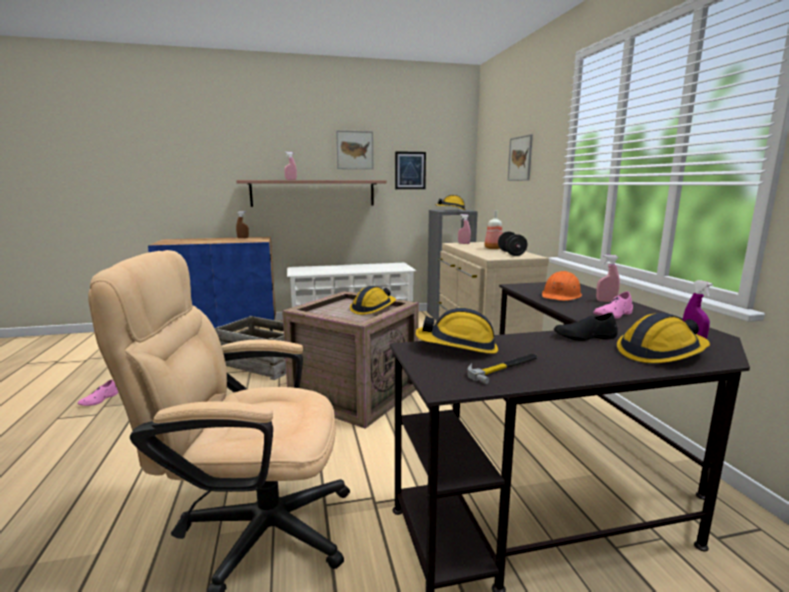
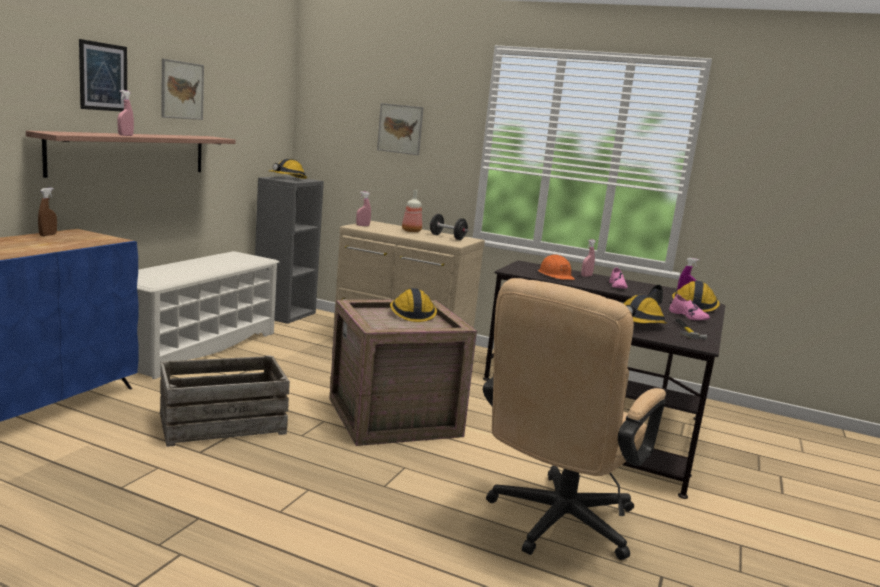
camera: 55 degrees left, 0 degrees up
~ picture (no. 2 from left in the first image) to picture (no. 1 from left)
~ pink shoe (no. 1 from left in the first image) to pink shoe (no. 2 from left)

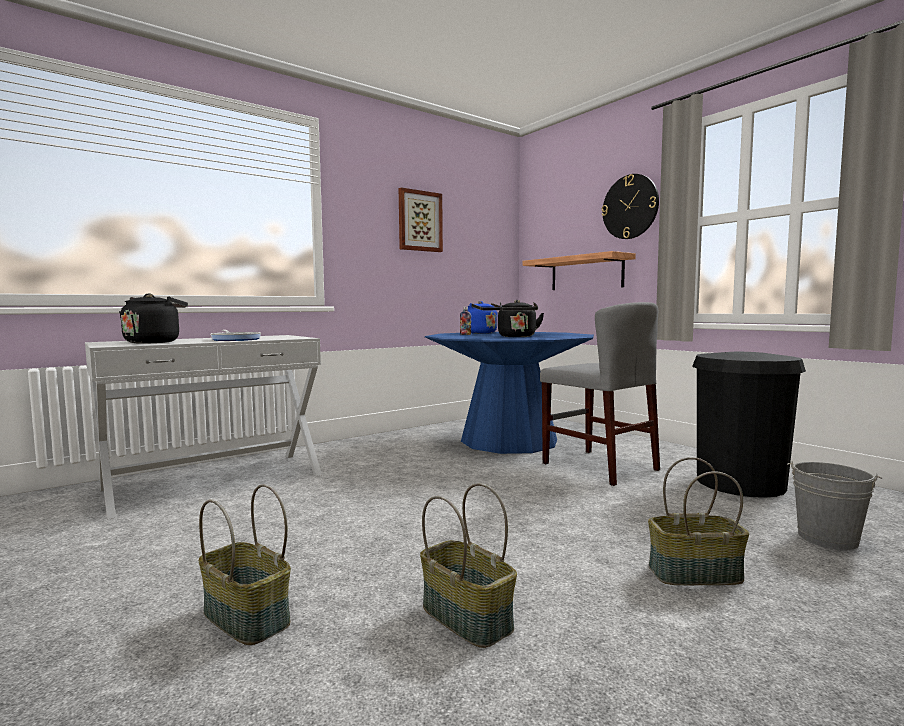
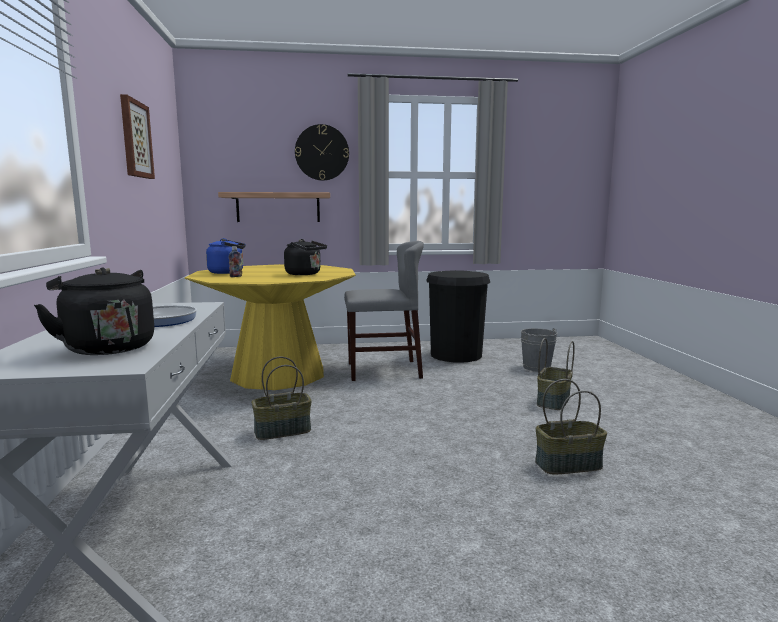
camera: 60 degrees left, 5 degrees up
~ blue dining table to yellow dining table
~ basket (no. 1 from left)

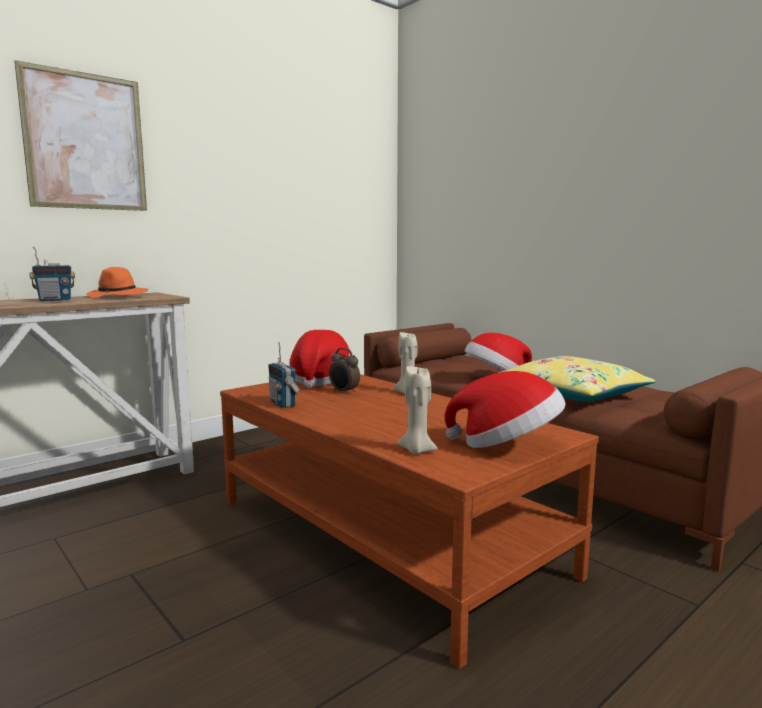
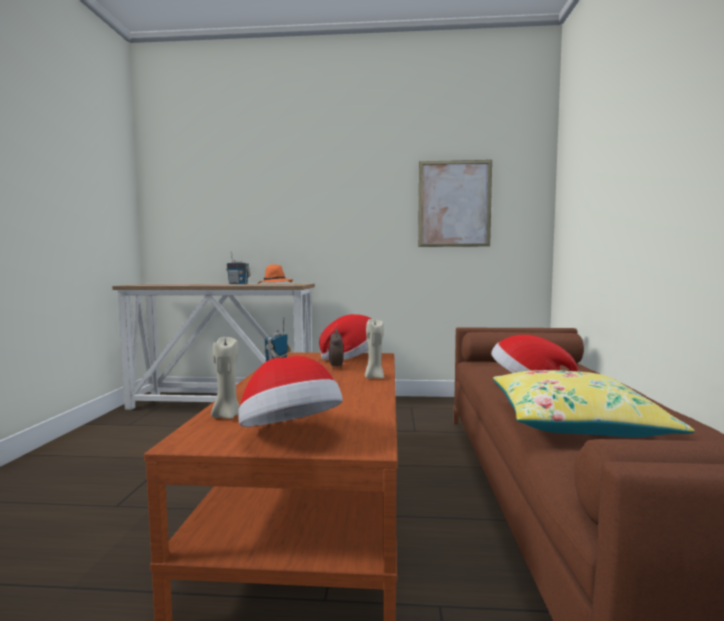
camera: 45 degrees right, 5 degrees down
~ picture

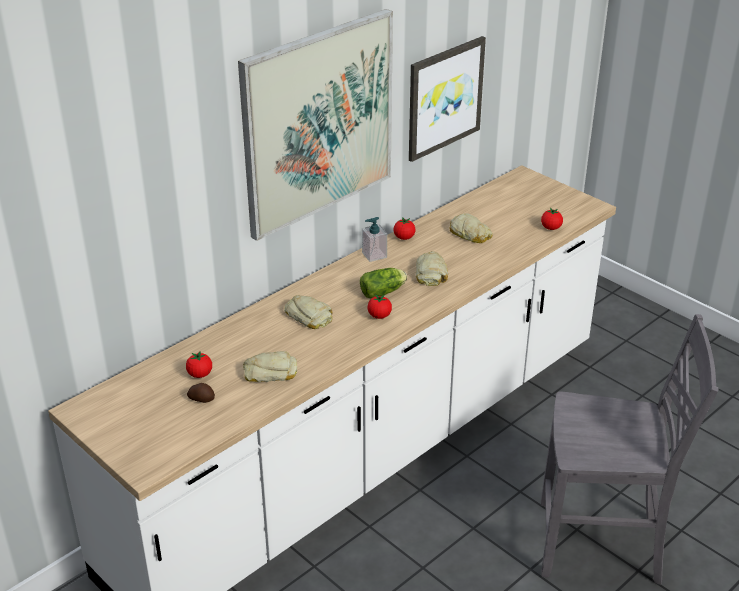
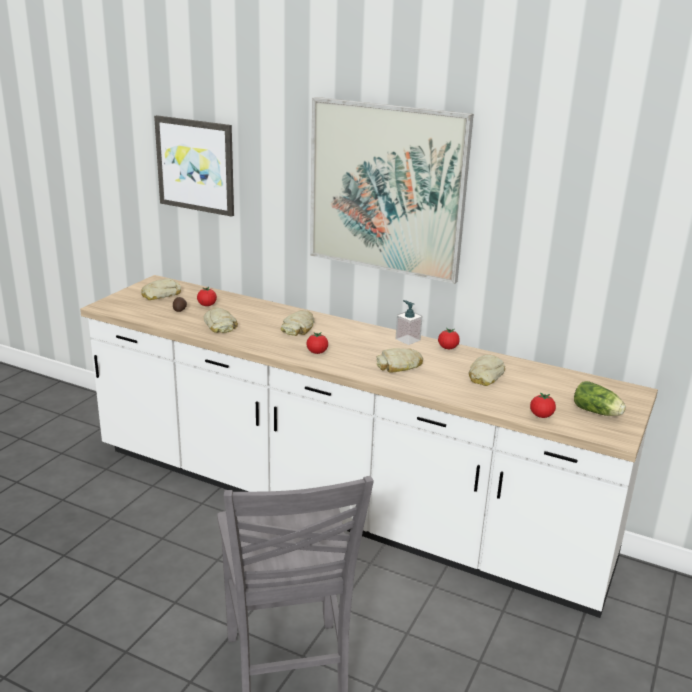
camera: 70 degrees right, 10 degrees down
+ bread (no. 1 from left)
~ picture (no. 2 from left in the first image) to picture (no. 1 from left)
~ lettuce

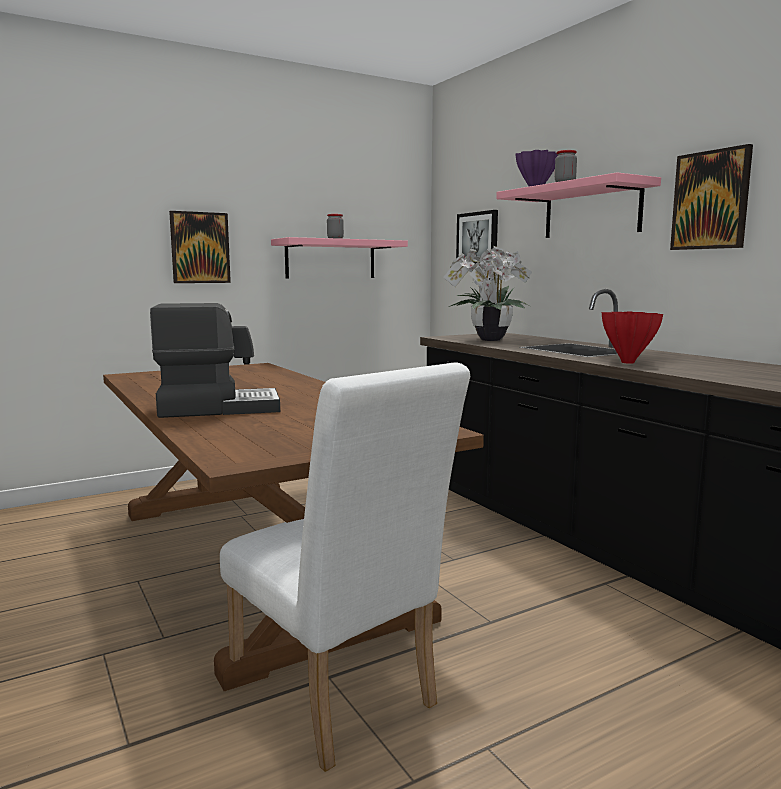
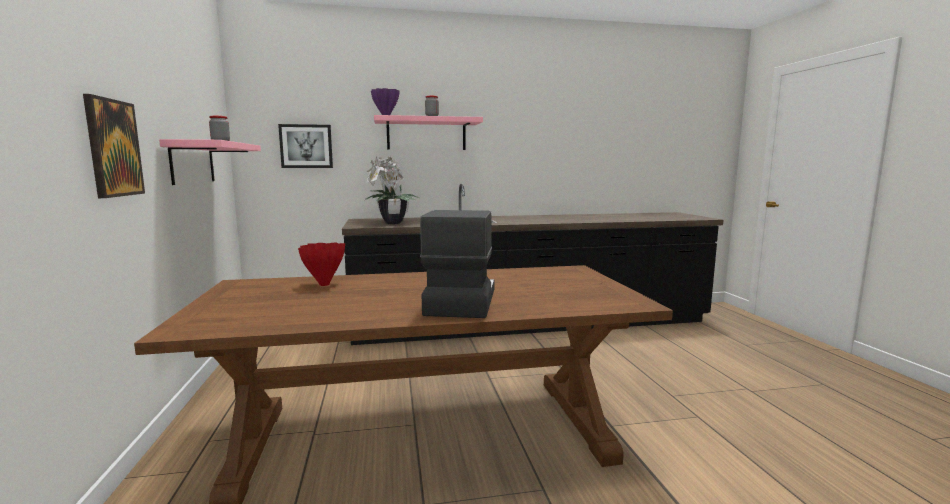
camera: 70 degrees left, 0 degrees up
~ red vase
- white chair
- picture (no. 3 from left)

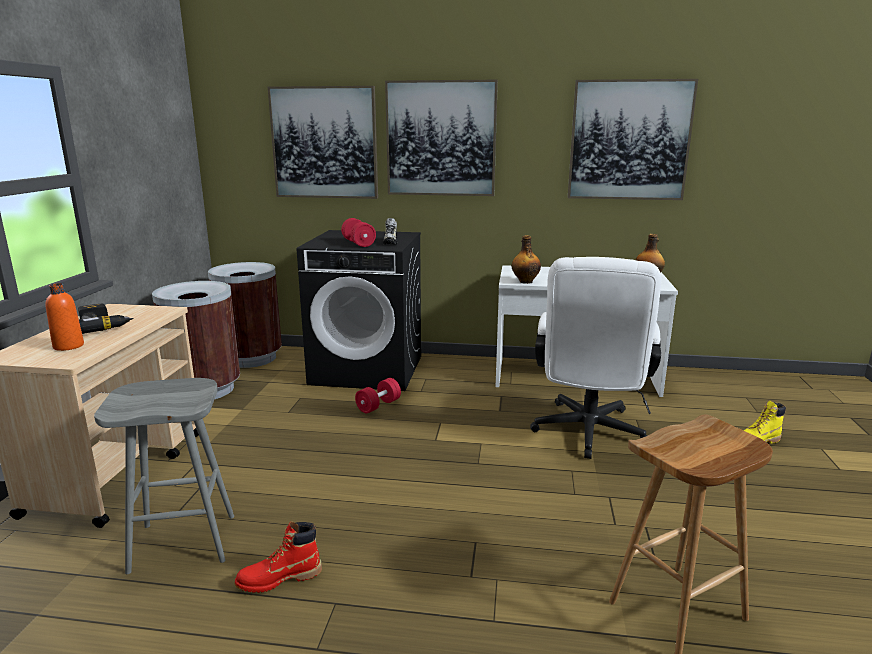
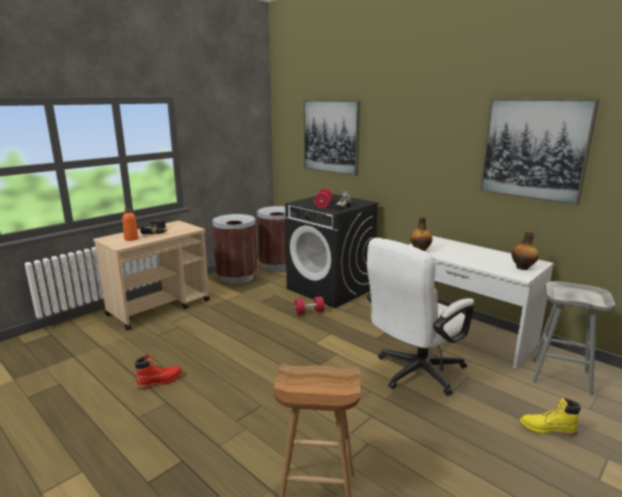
camera: 35 degrees right, 0 degrees up
~ red boot 135 degrees clockwise
~ grey stool
- picture (no. 2 from left)

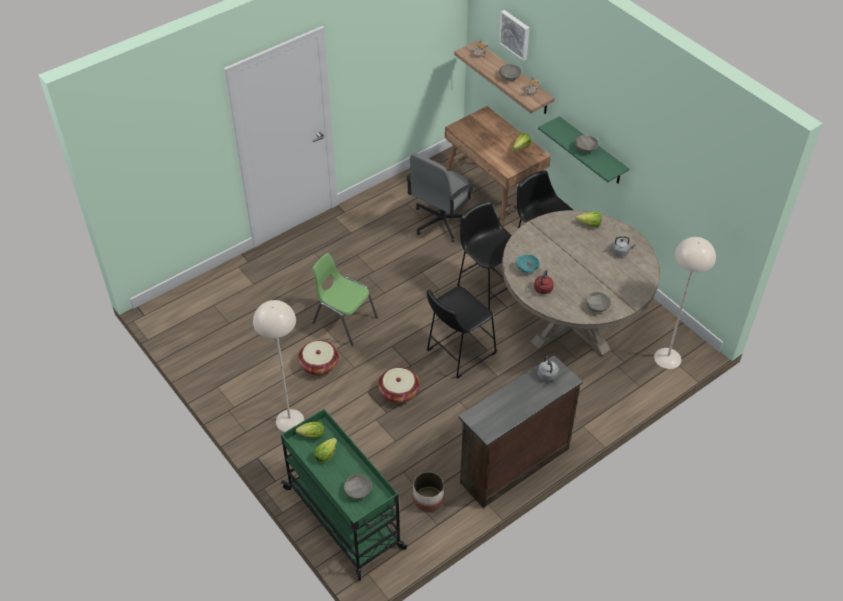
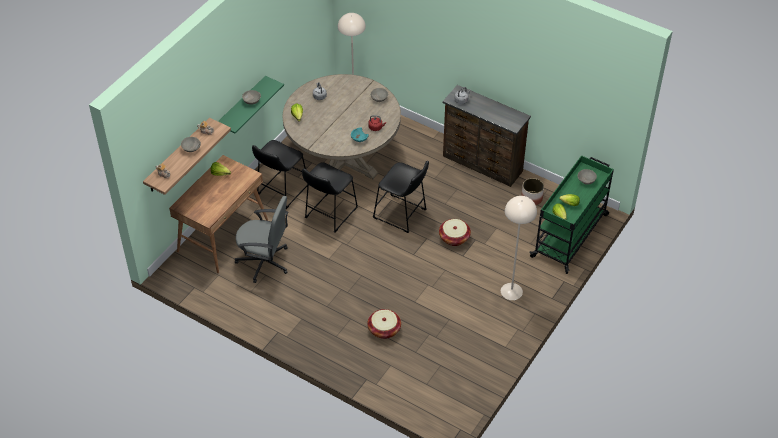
camera: 110 degrees left, 0 degrees up
~ basket (no. 1 from left)
- green chair
- picture

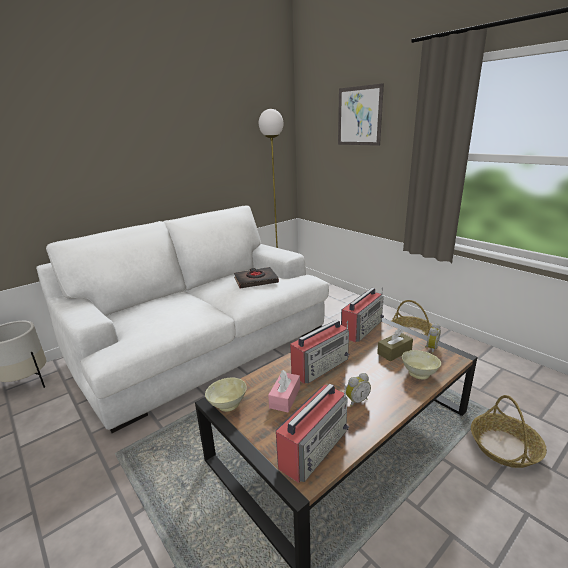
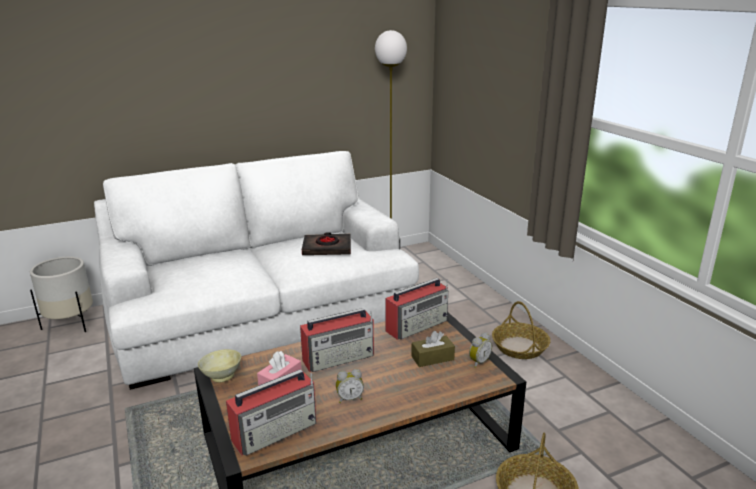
camera: 15 degrees right, 0 degrees up
- picture
- beige bowl (no. 2 from left)

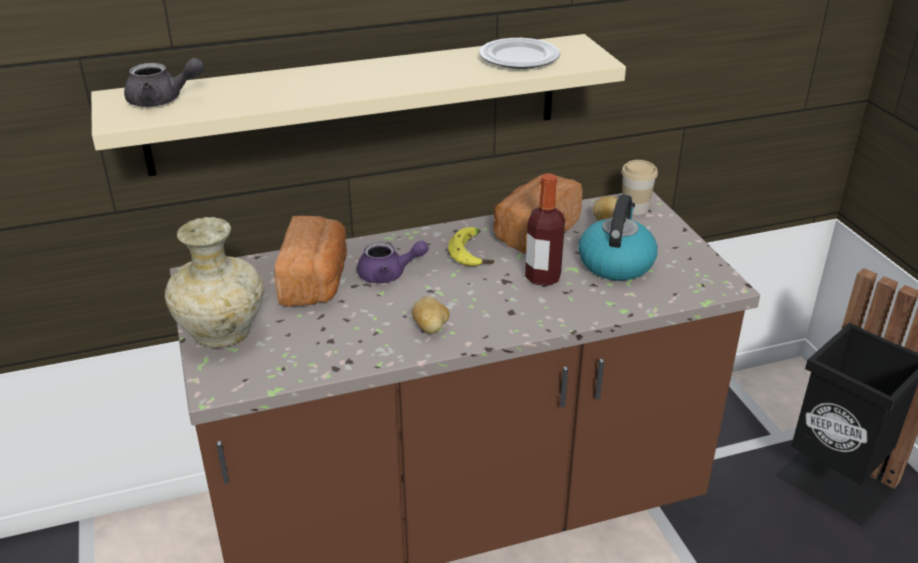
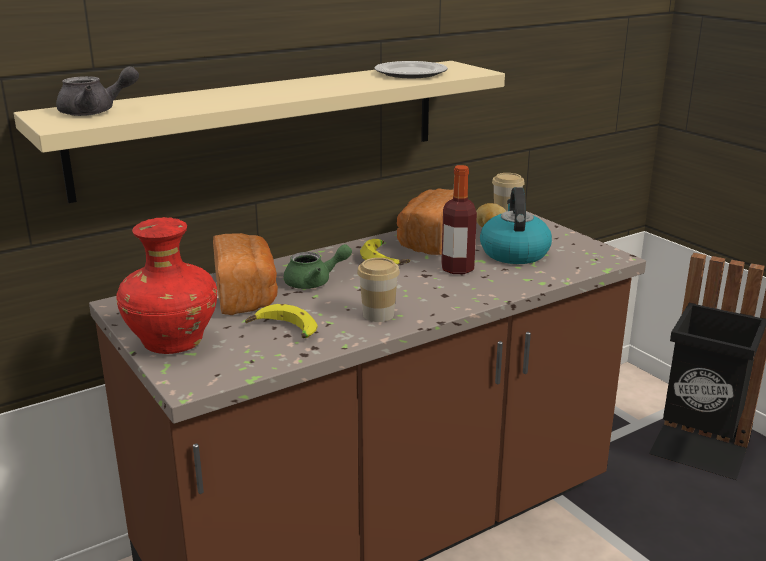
camera: 15 degrees left, 10 degrees down
~ beige vase to red vase
+ banana (no. 1 from left)
~ purple teapot to green teapot
~ potato (no. 1 from left) to cup (no. 1 from left)

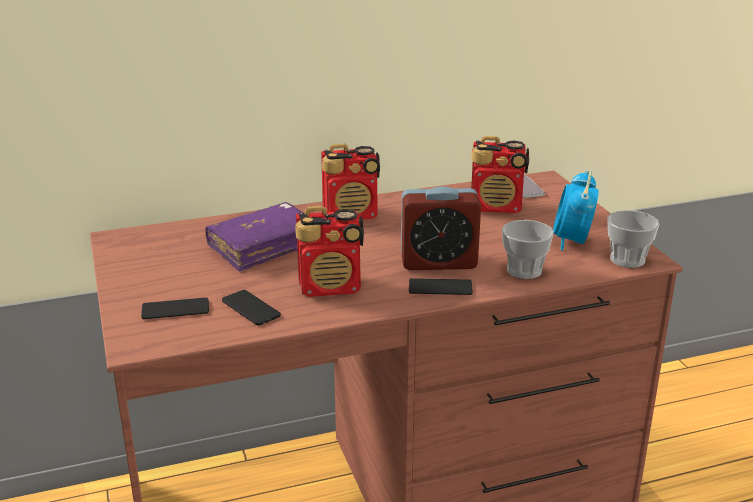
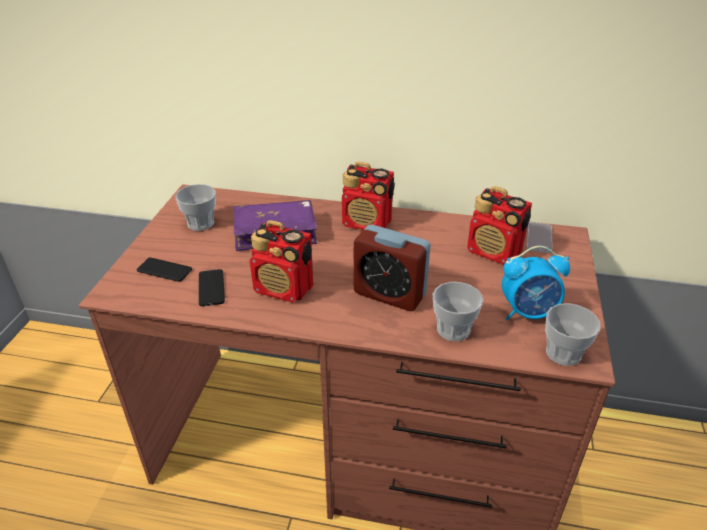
camera: 30 degrees right, 10 degrees up
+ cup (no. 1 from left)
~ alarm clock (no. 2 from left) 135 degrees counterclockwise
- phone (no. 3 from left)

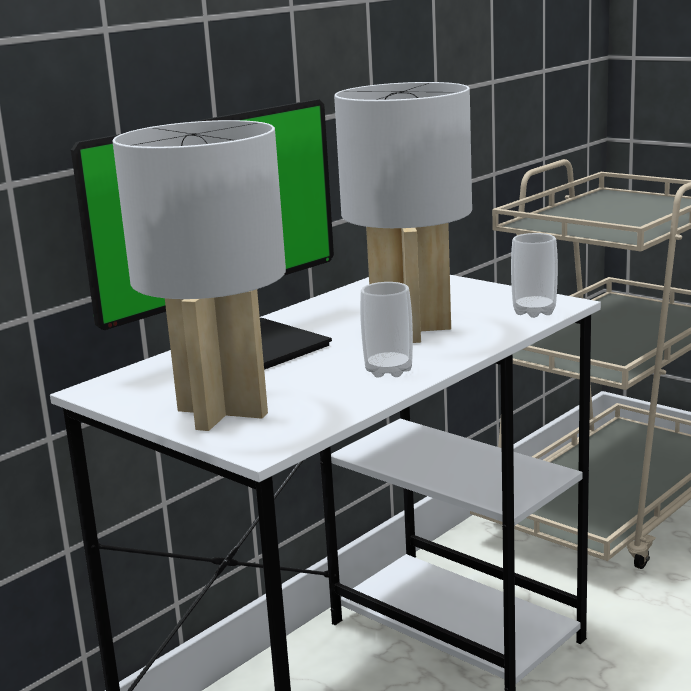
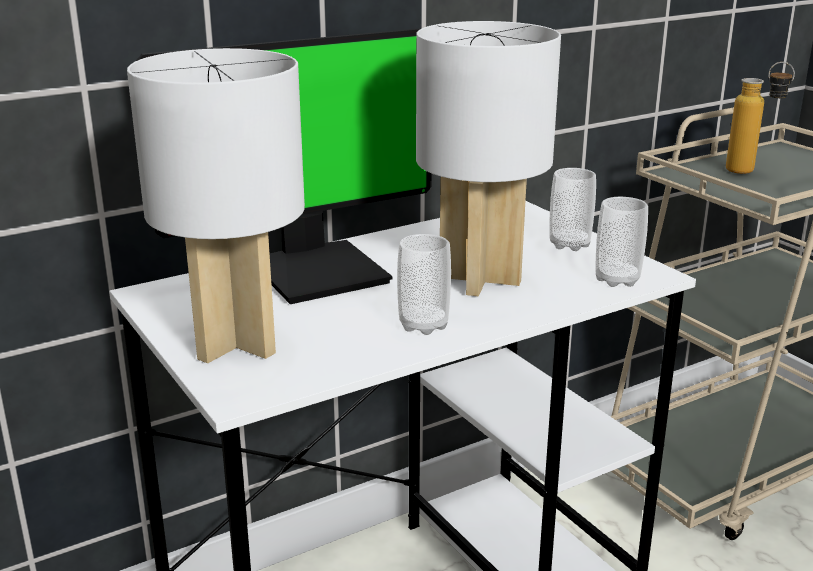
camera: 15 degrees right, 5 degrees up
+ cup (no. 2 from left)
+ bottle

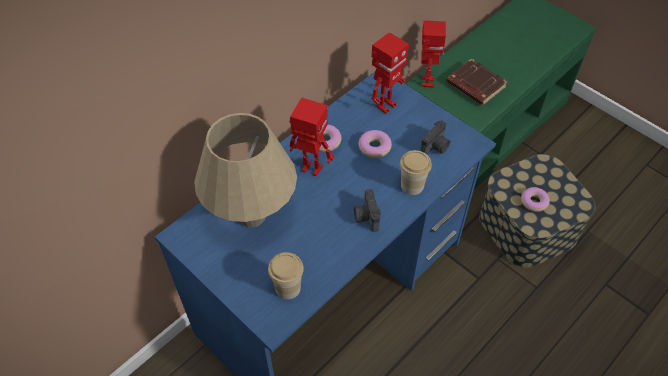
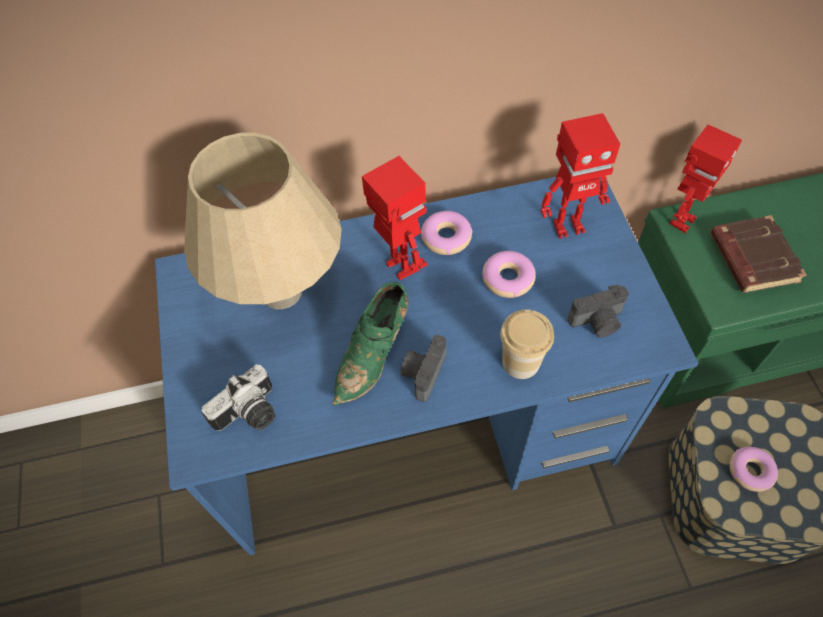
camera: 35 degrees right, 5 degrees up
~ cup (no. 1 from left) to photo camera (no. 1 from left)
+ green shoe

